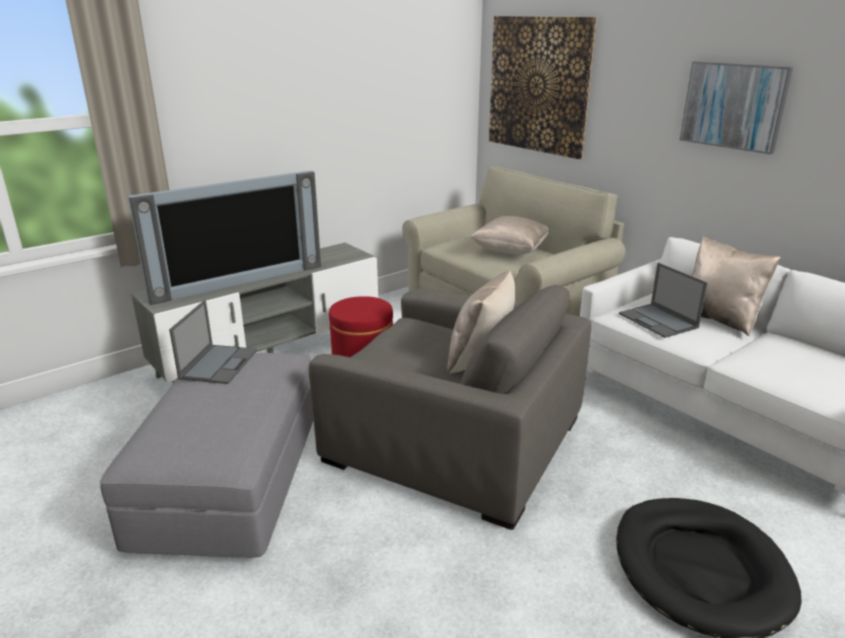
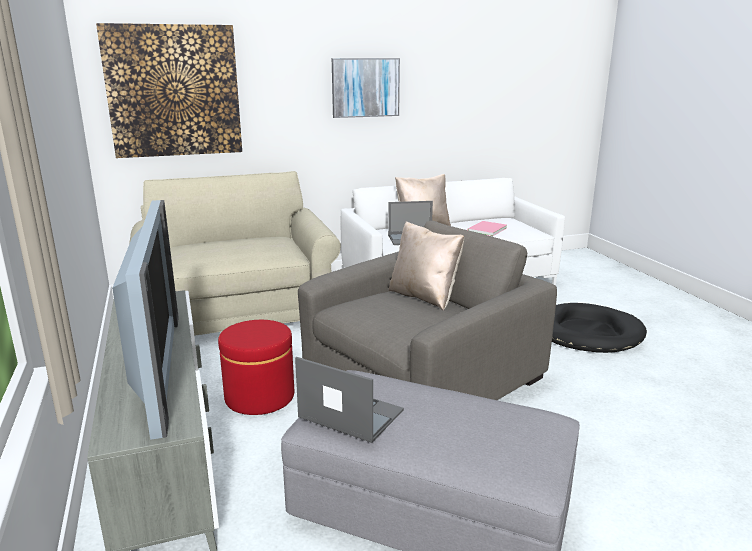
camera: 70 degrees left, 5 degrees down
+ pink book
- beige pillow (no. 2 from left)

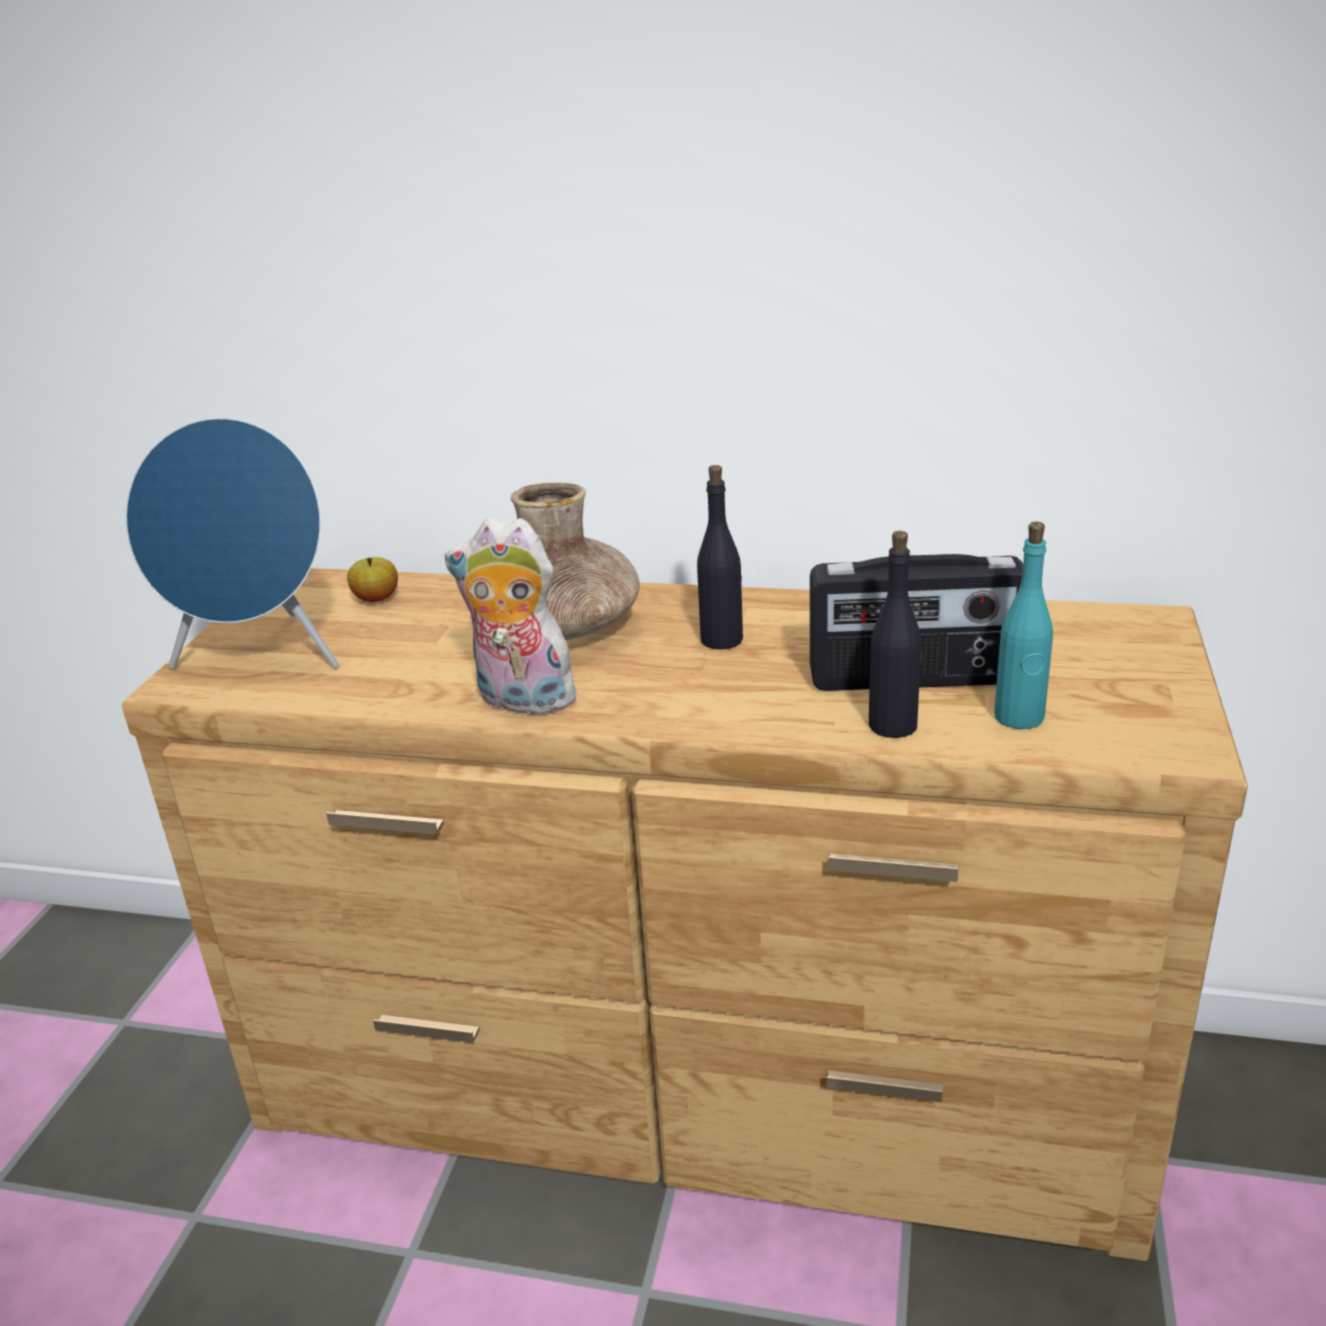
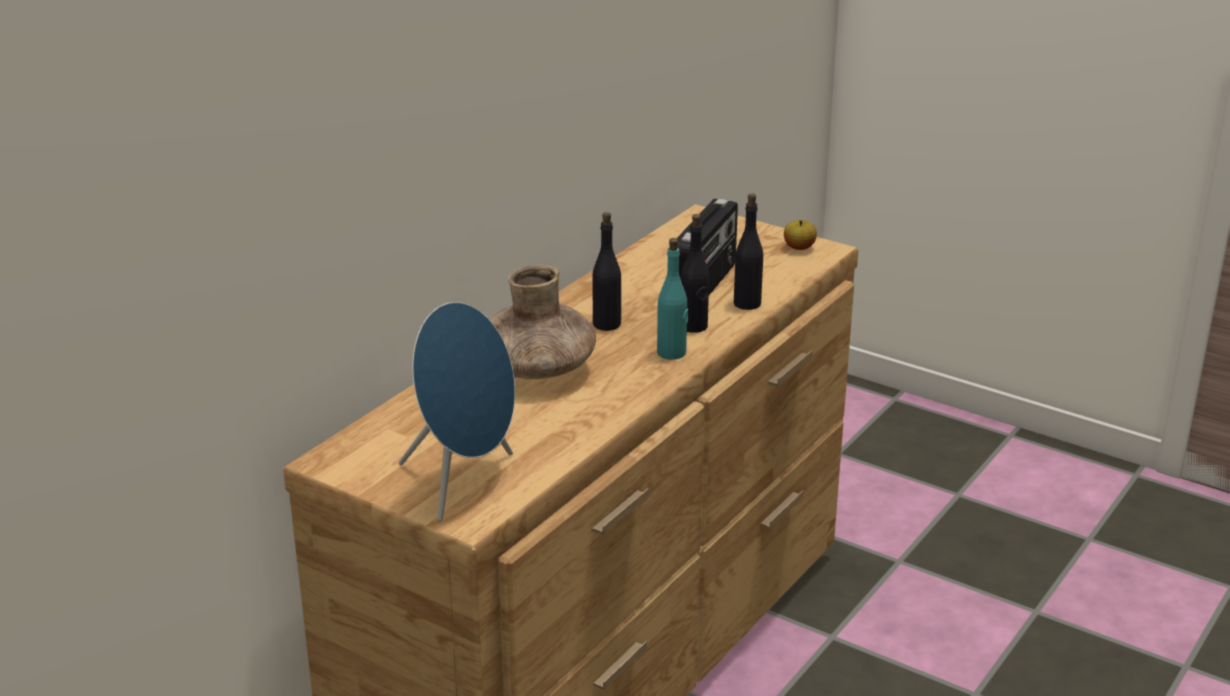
camera: 70 degrees left, 0 degrees up
~ turquoise bottle
+ black bottle (no. 2 from left)
~ apple
- plush toy

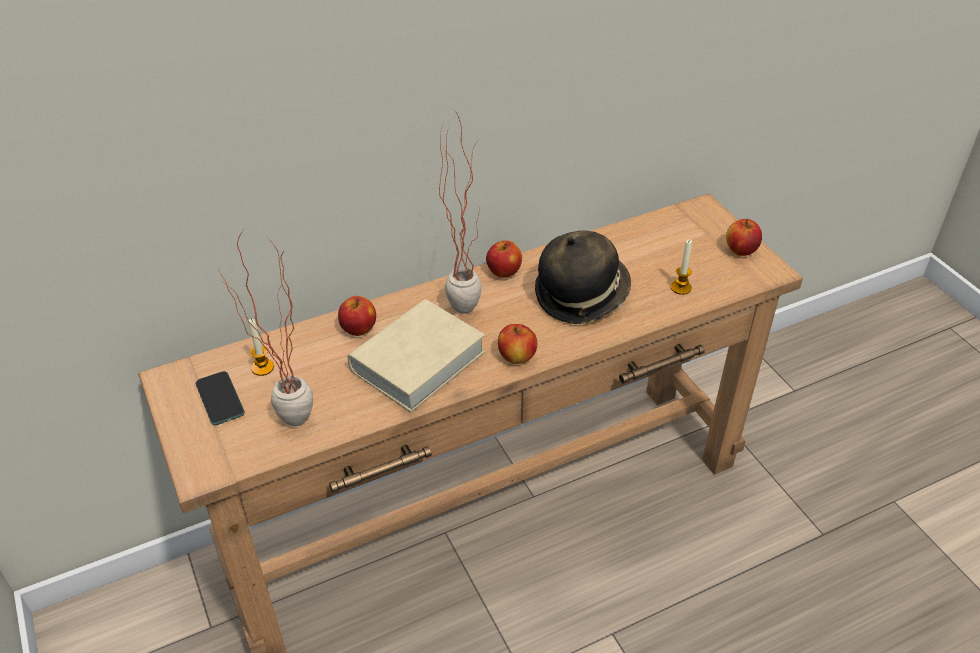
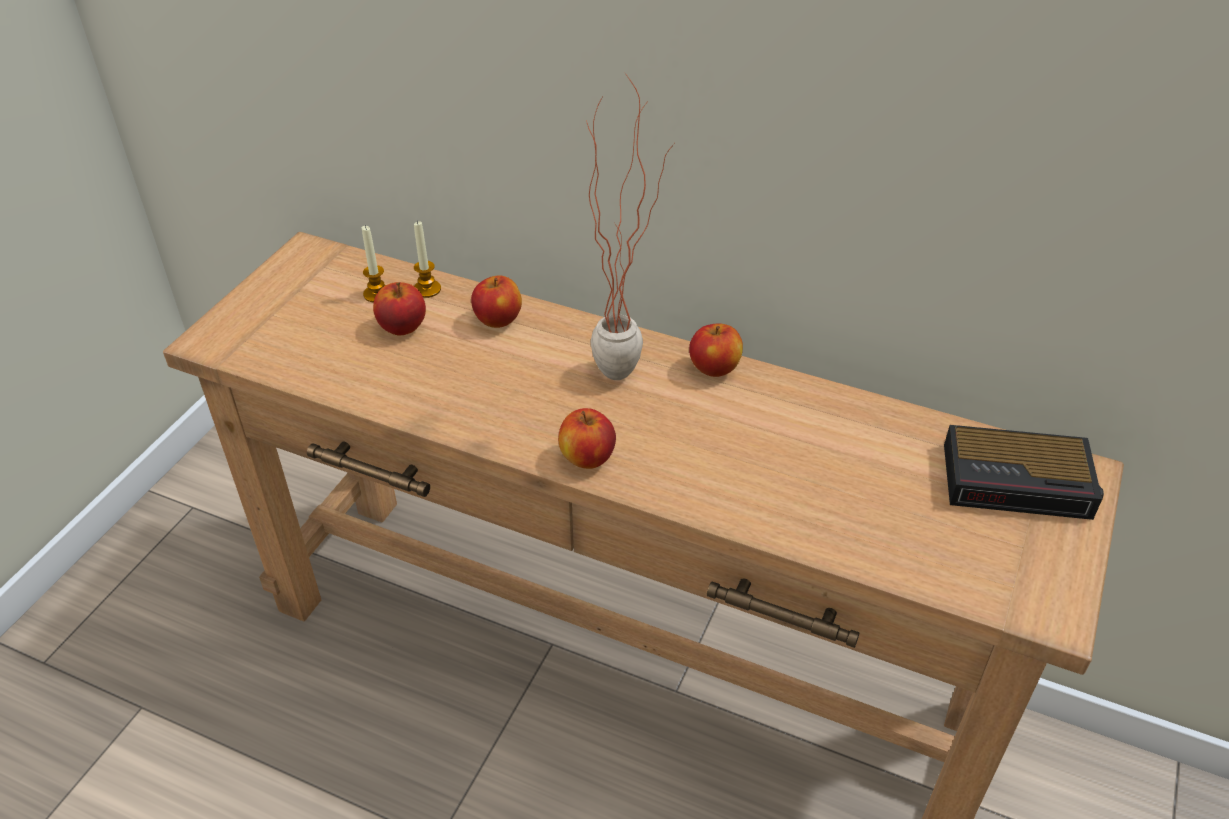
camera: 50 degrees right, 0 degrees up
~ apple (no. 4 from left in the first image) to apple (no. 1 from left)
~ candle (no. 2 from left)
+ alarm clock
- phone
- potted plant (no. 1 from left)
- beige book
- hat

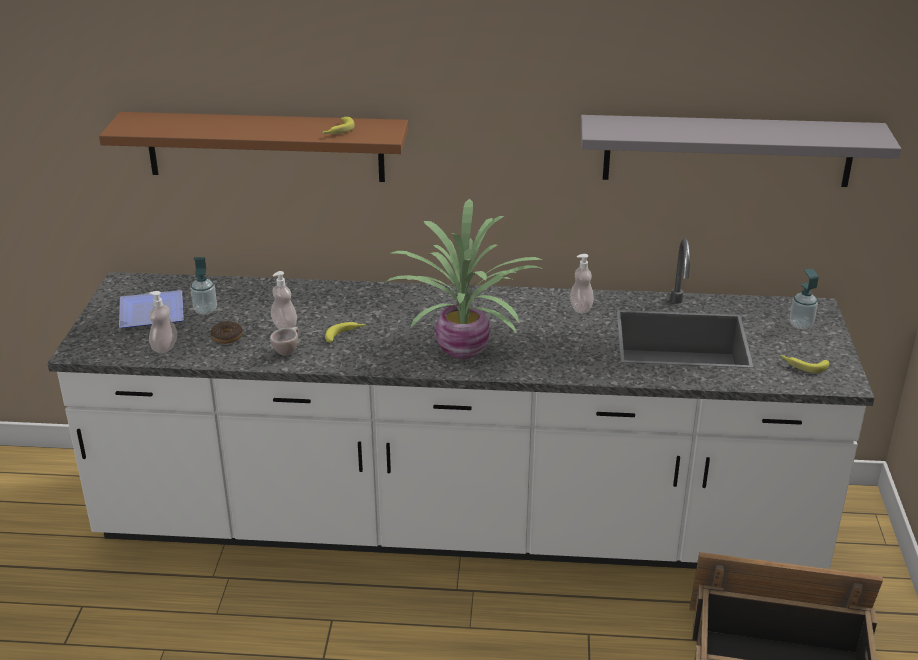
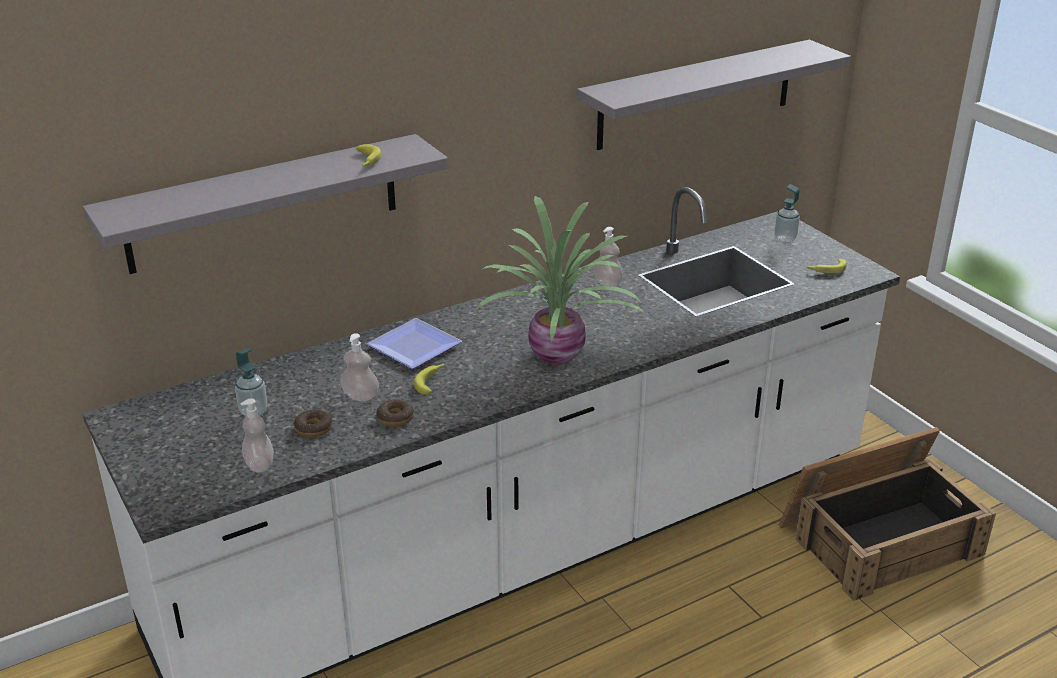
camera: 35 degrees left, 0 degrees up
~ brown shelf to grey shelf (no. 1 from left)
~ plate
~ beige cup to donut (no. 2 from left)

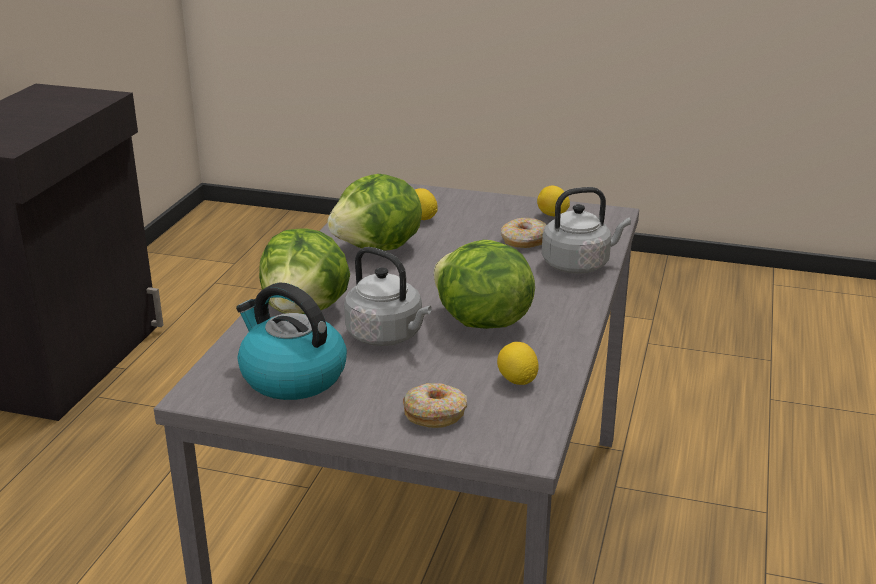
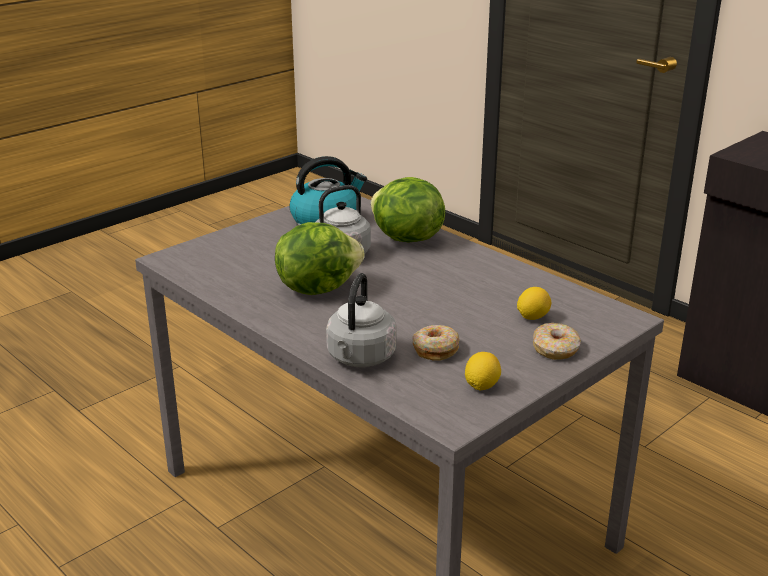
camera: 120 degrees right, 0 degrees up
~ donut (no. 1 from left in the first image) to donut (no. 2 from left)
- lettuce (no. 2 from left)
- lemon (no. 2 from left)

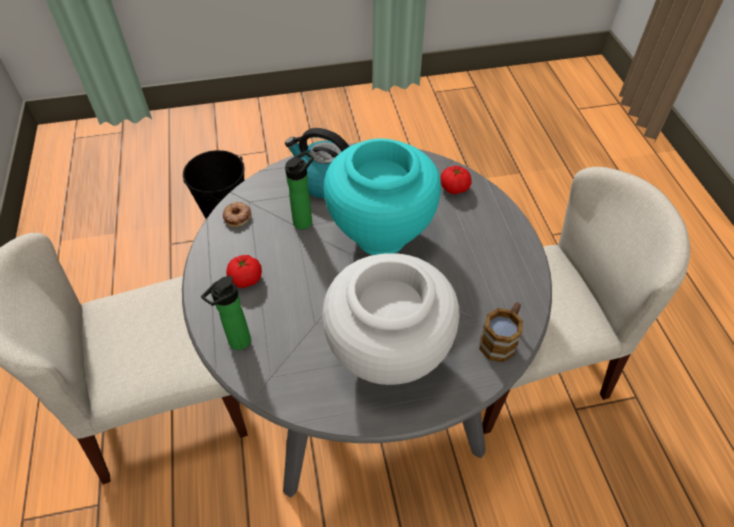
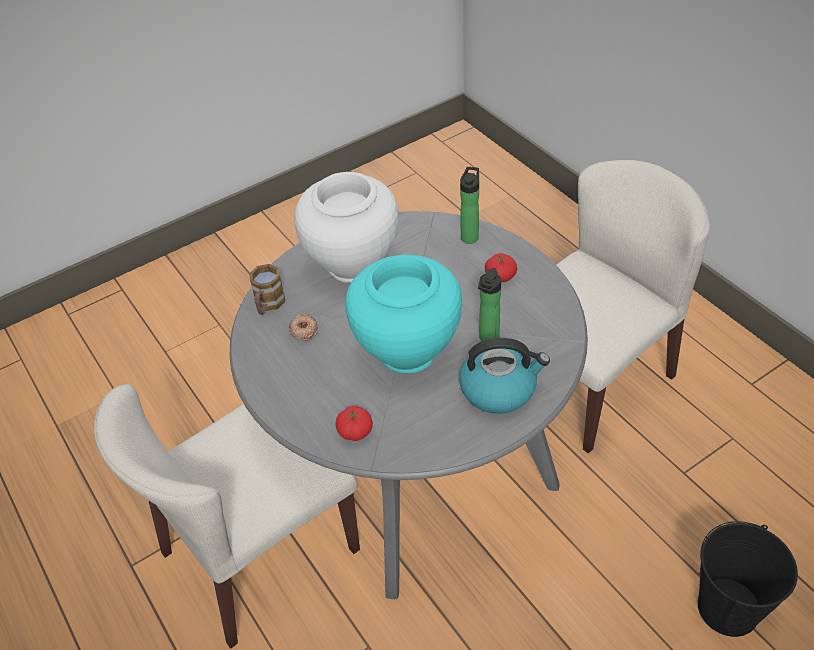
camera: 160 degrees right, 5 degrees down
~ donut

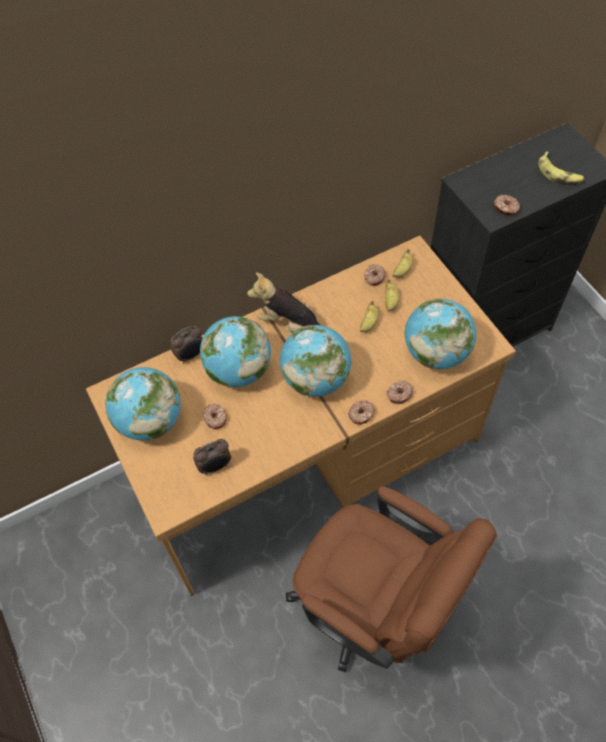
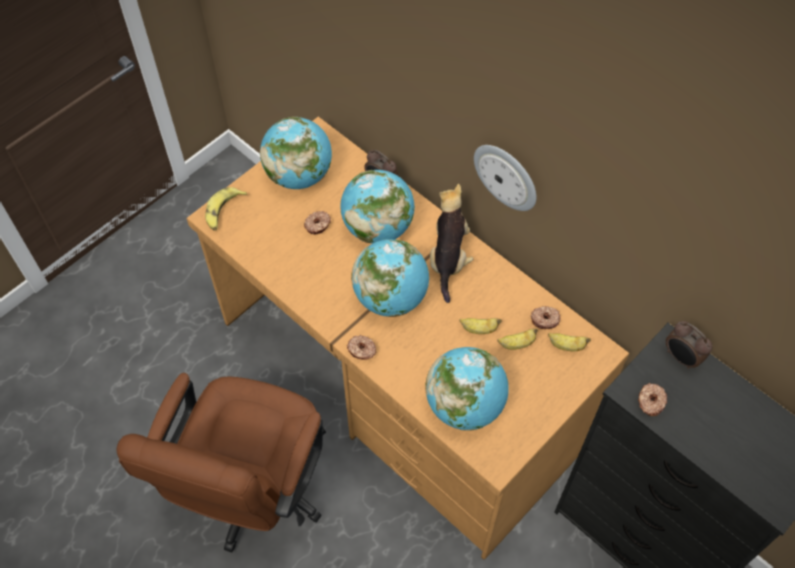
camera: 70 degrees right, 0 degrees up
~ banana (no. 4 from left in the first image) to banana (no. 1 from left)
+ wall clock
~ alarm clock (no. 2 from left)
- donut (no. 4 from left)

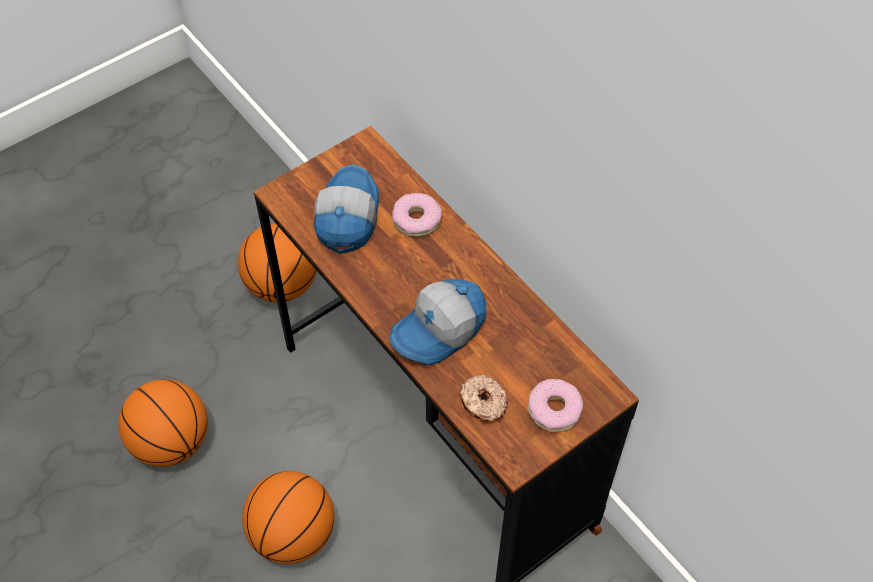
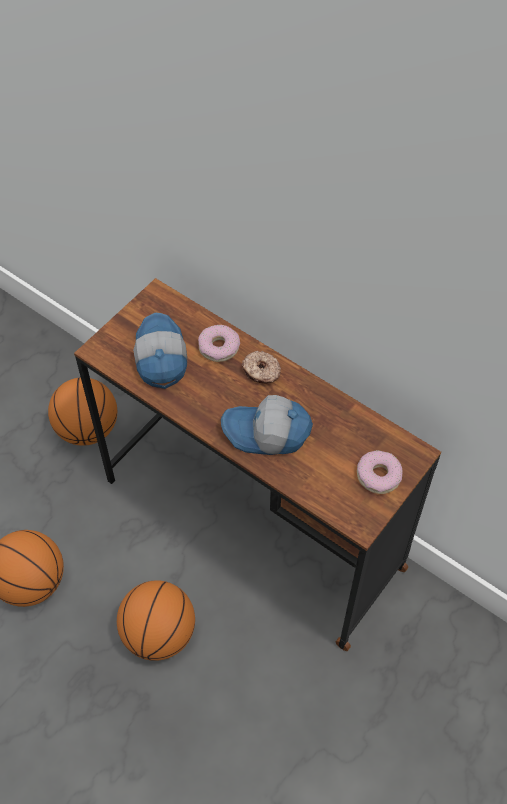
camera: 15 degrees left, 0 degrees up
~ cap (no. 2 from left) 60 degrees clockwise
~ donut (no. 2 from left)

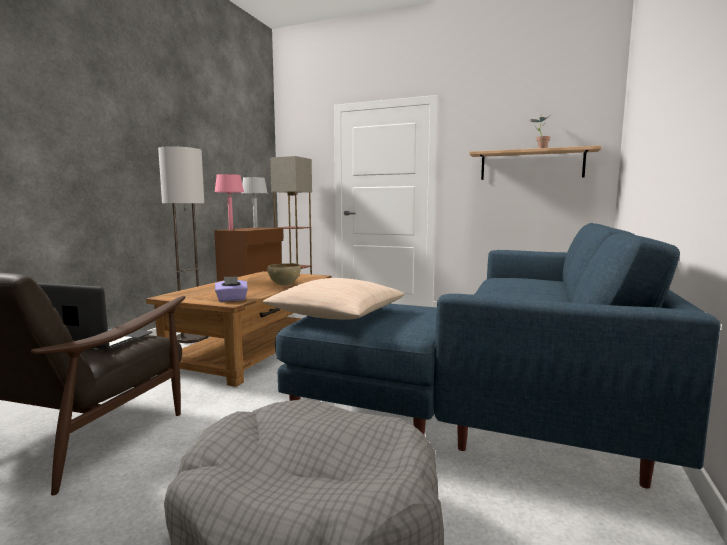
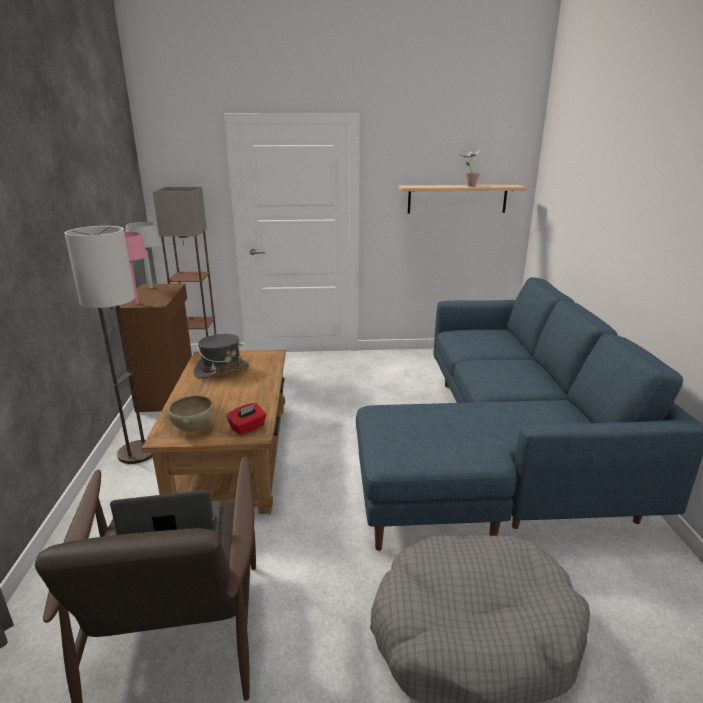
camera: 25 degrees left, 15 degrees up
~ brown bowl
+ grey hat
~ purple tissue box to red tissue box
- beige pillow

